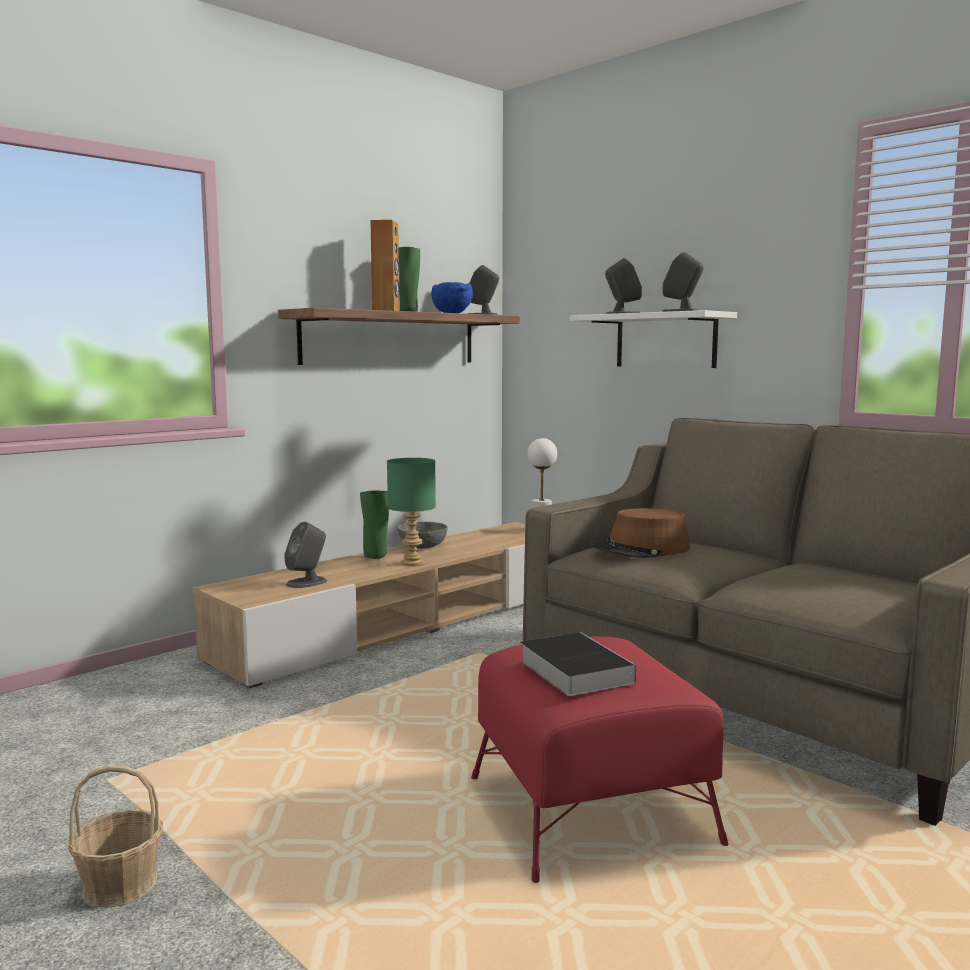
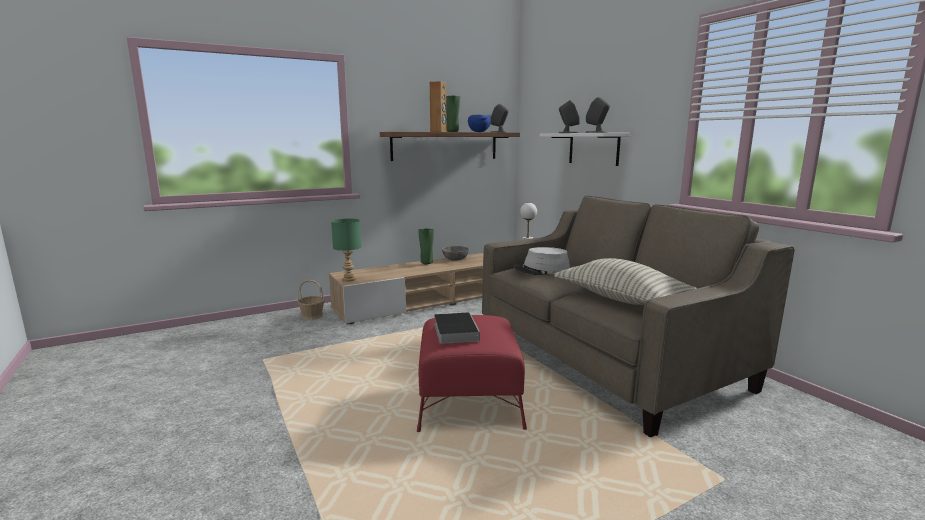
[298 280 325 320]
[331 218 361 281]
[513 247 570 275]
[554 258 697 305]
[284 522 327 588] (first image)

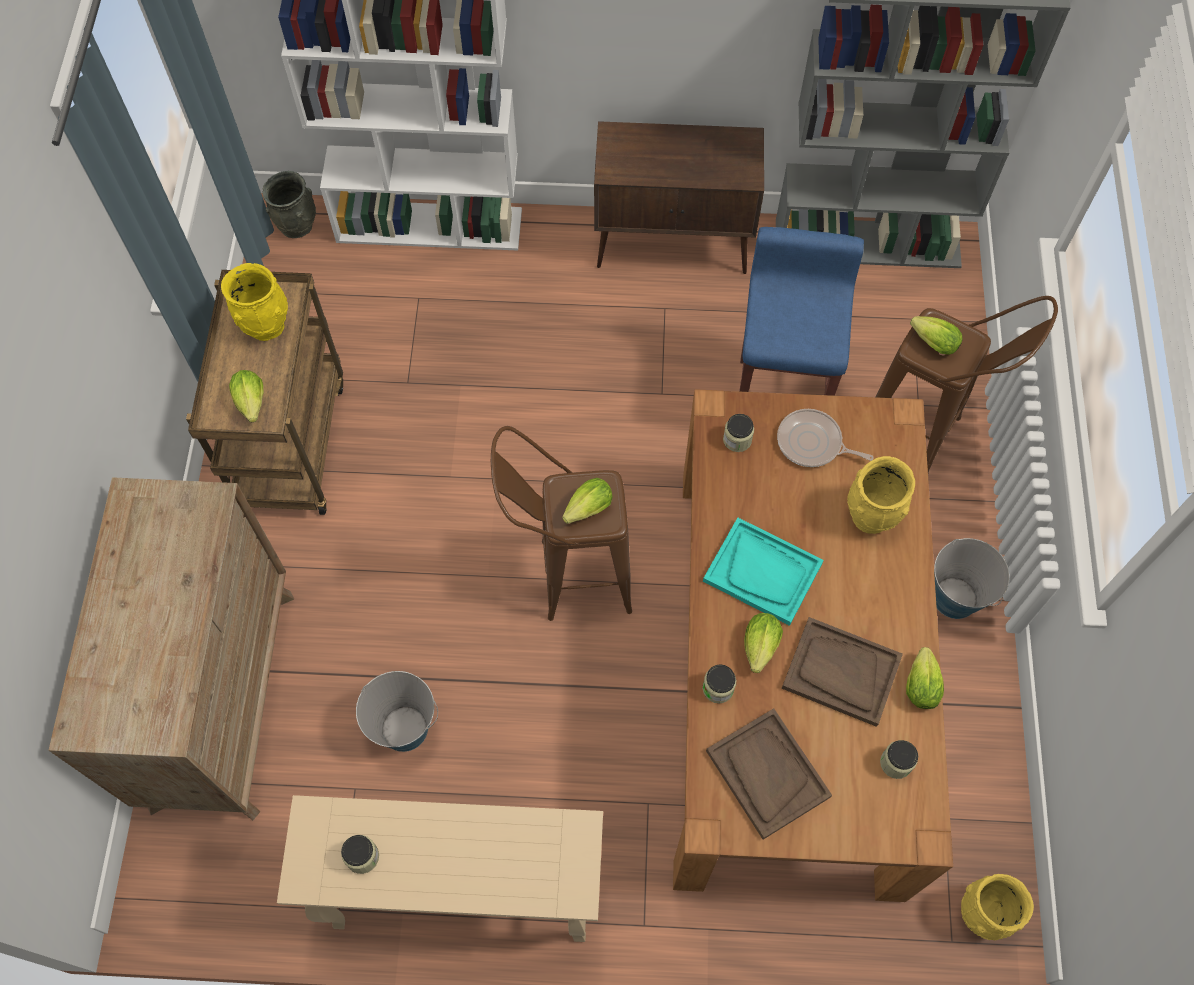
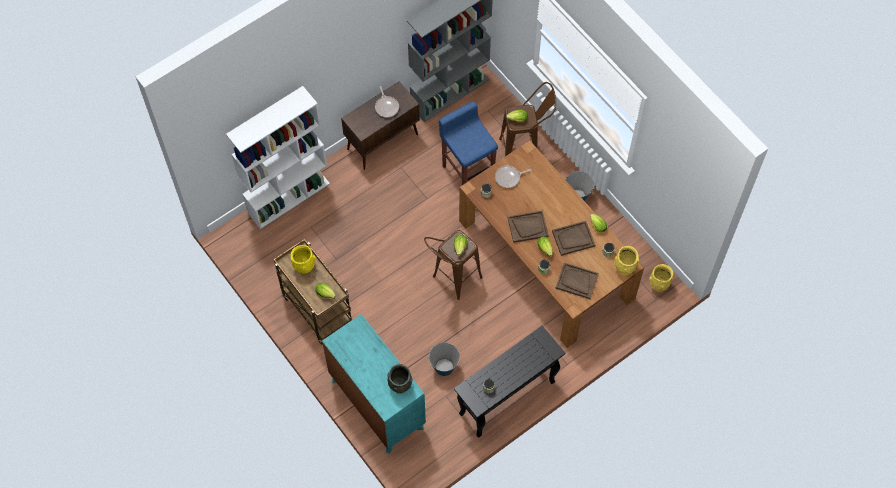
[322 314 426 454]
[375 86 399 118]
[387 364 413 394]
[454 326 565 438]
[508 210 549 243]
[614 246 639 275]

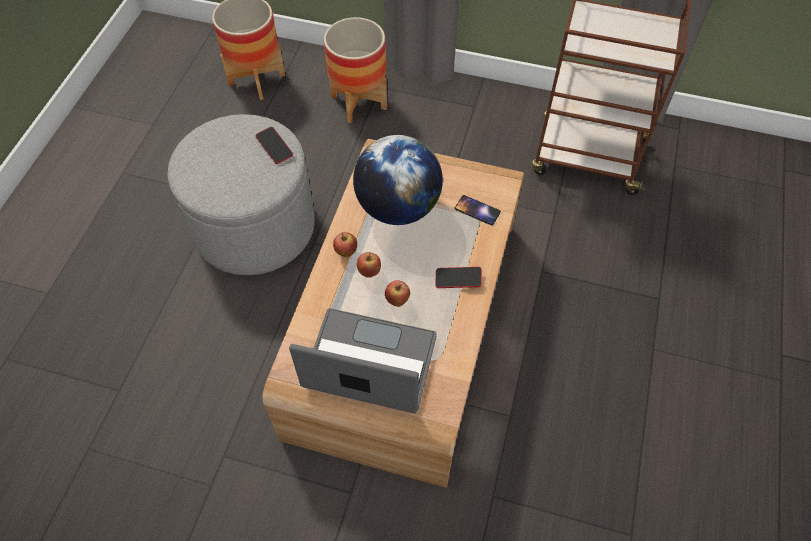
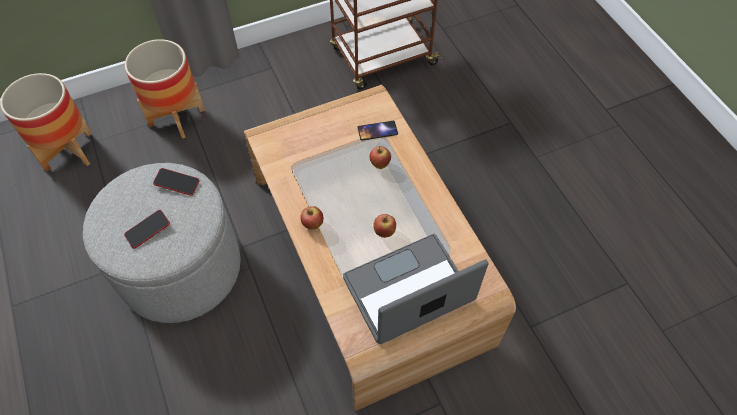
[124 210 170 249]
[370 146 391 169]
[353 135 443 225] (first image)

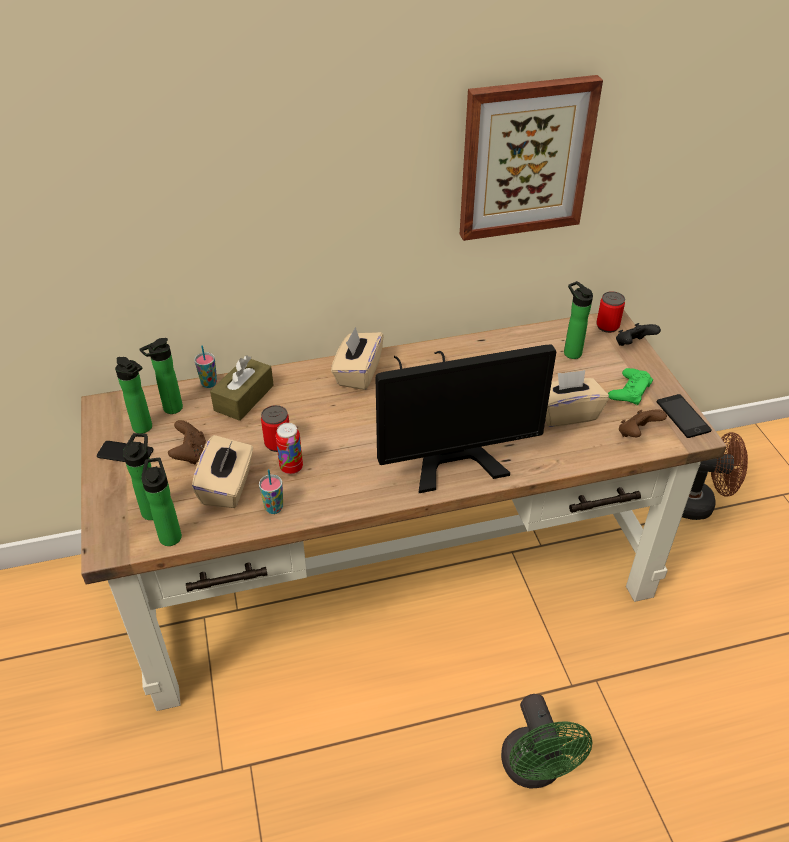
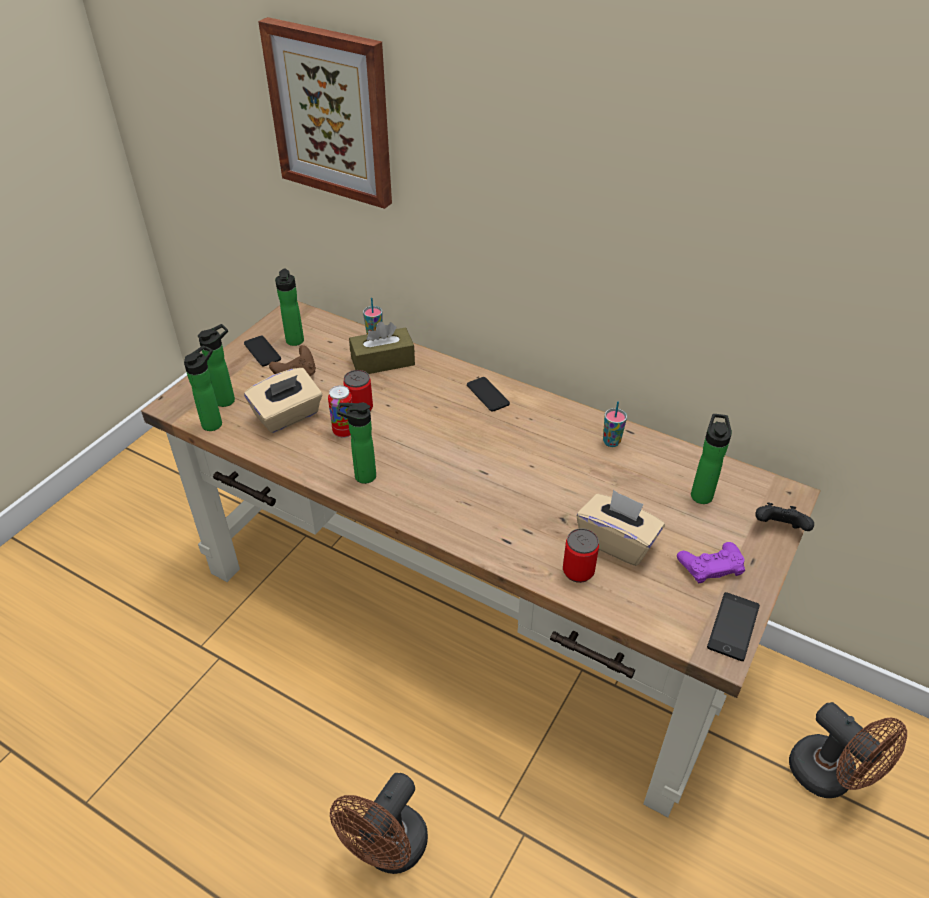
[258 17 392 209]
[330 773 428 874]
[337 403 376 484]
[467 377 510 412]
[563 528 599 583]
[603 401 627 447]
[677 542 745 583]
[376 344 557 493] (first image)
[619 409 667 437] (first image)

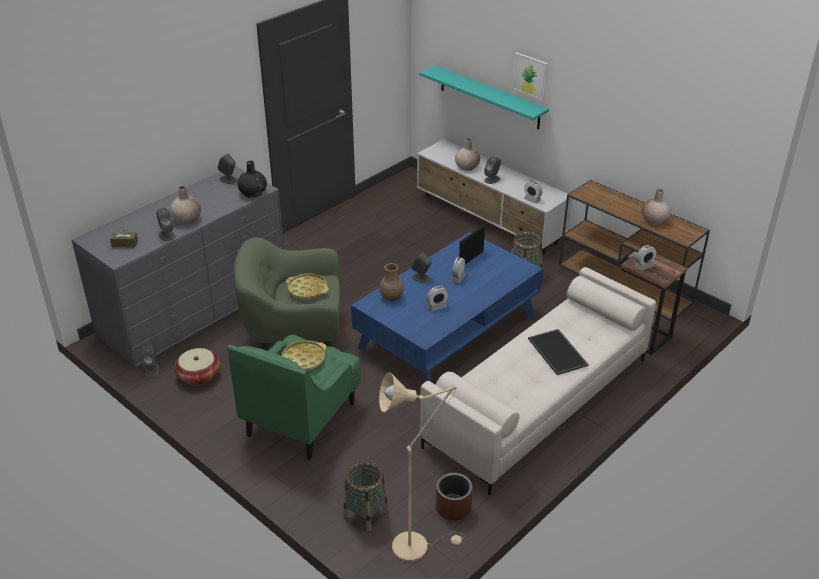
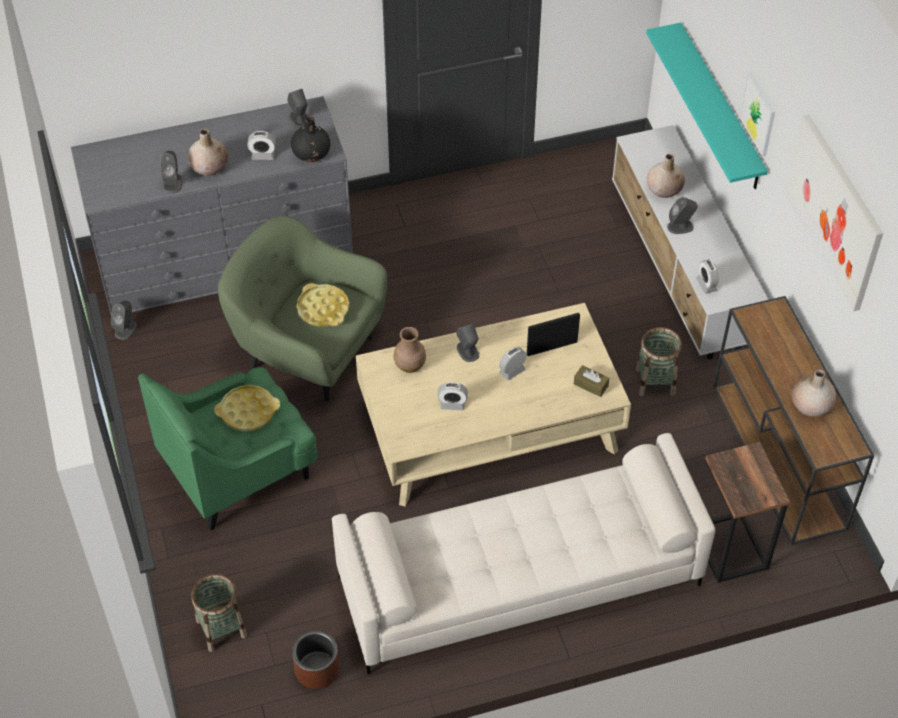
[247 131 276 160]
[356 303 631 506]
[574 365 609 397]
[785 114 883 311]
[174 348 220 386] (first image)
[379 372 464 562] (first image)
[528 329 589 375] (first image)

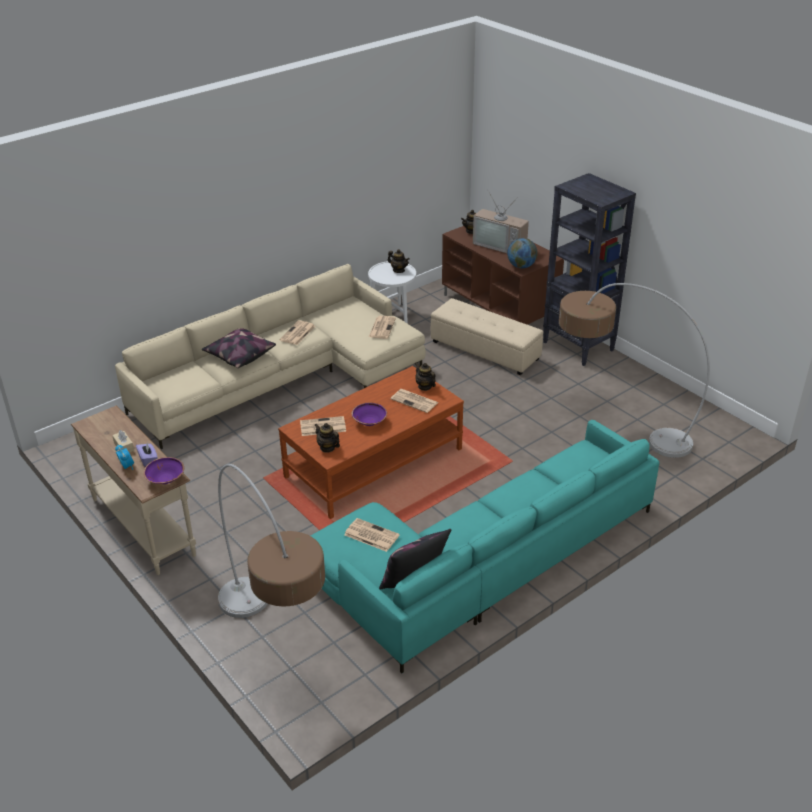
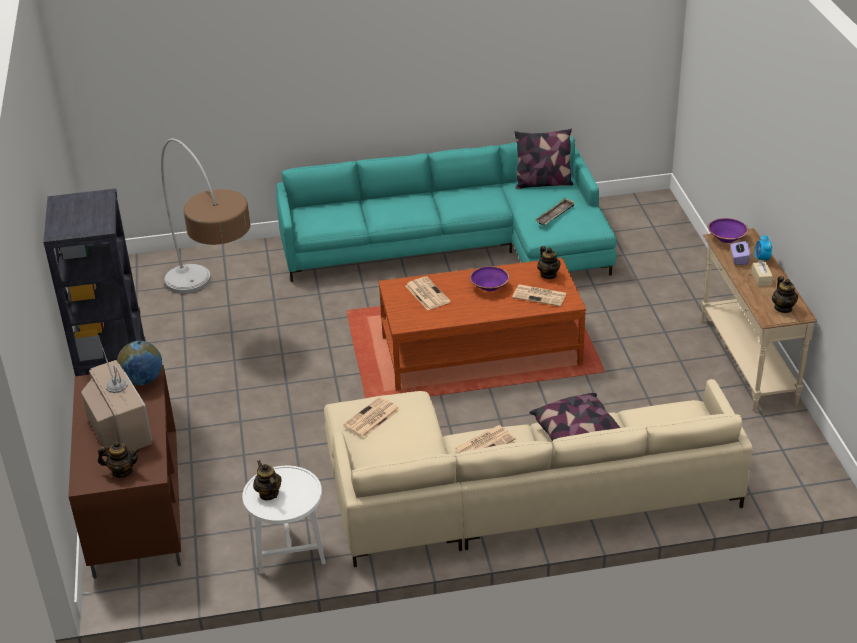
[535 198 575 226]
[772 276 798 313]
[218 464 325 618] (first image)
[431 298 543 375] (first image)

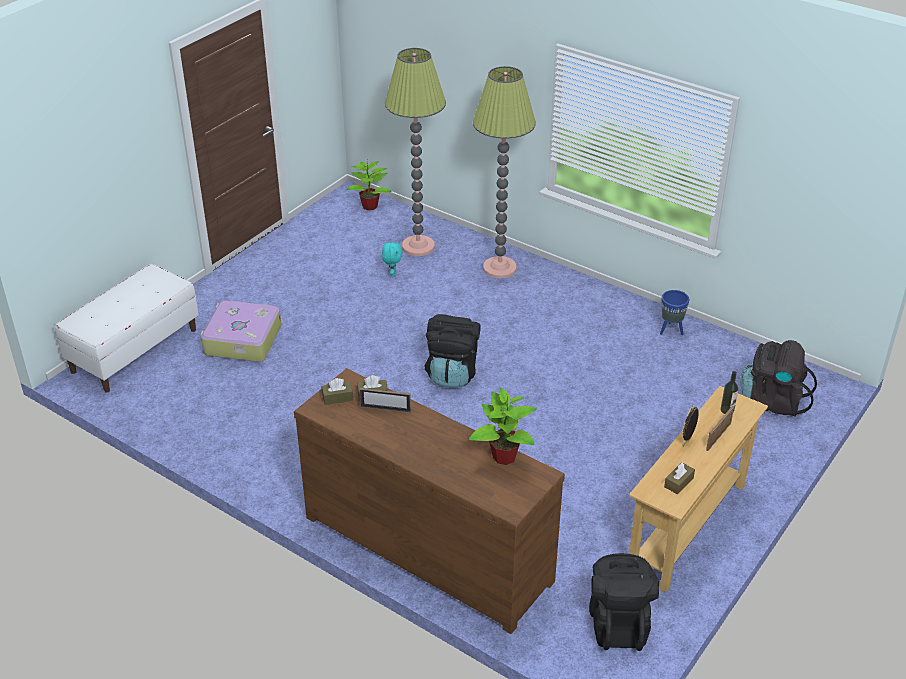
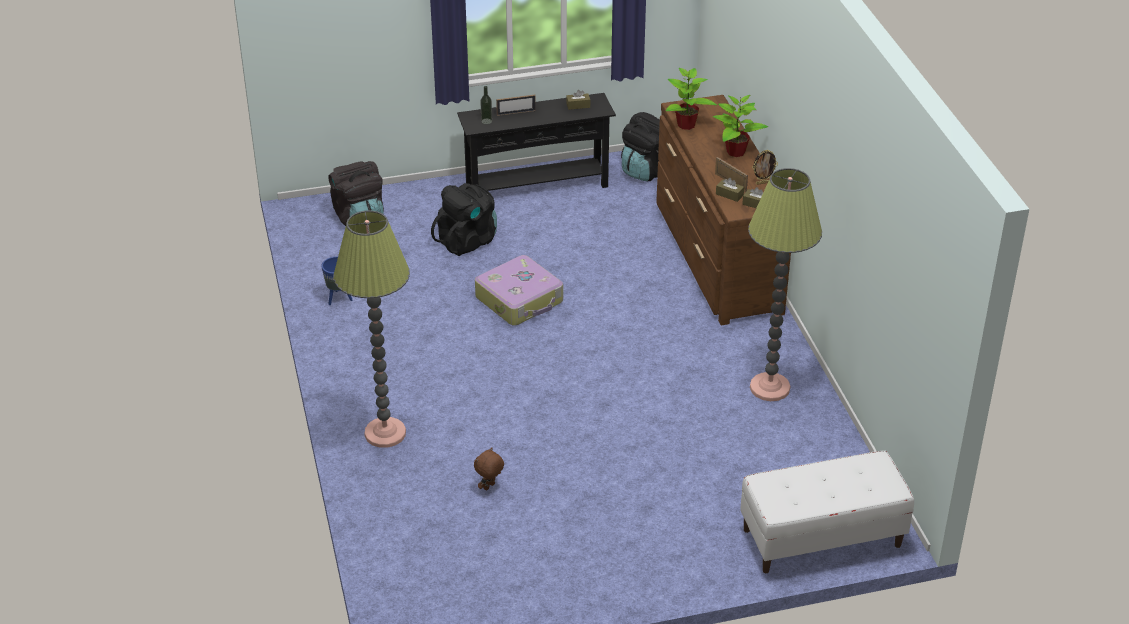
[431 183 497 256]
[457 93 616 191]
[474 447 504 491]
[475 255 563 326]
[713 95 768 157]
[748 168 822 401]
[752 150 778 185]

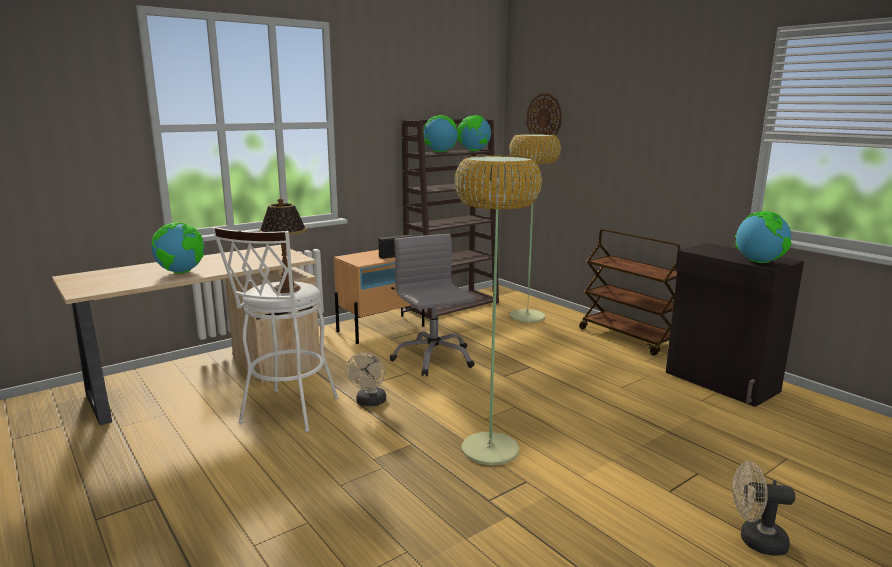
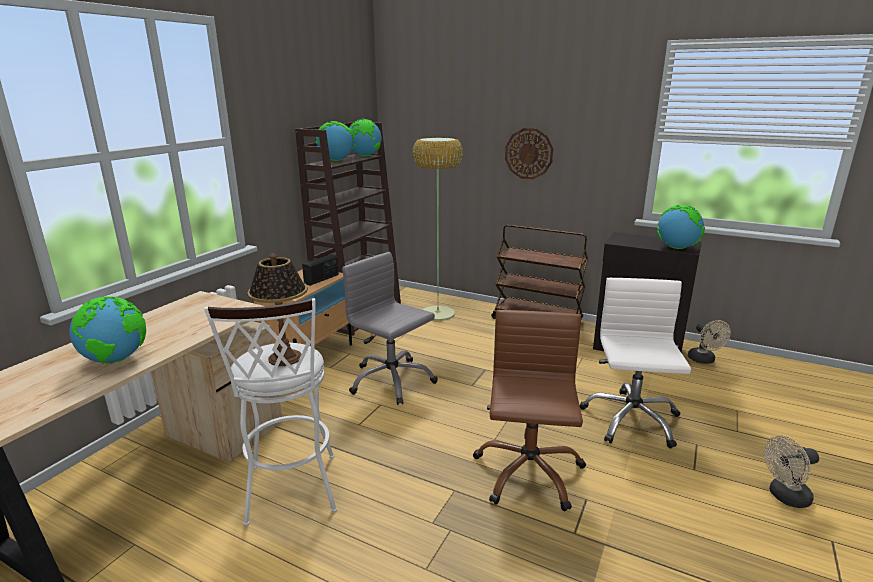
[473 310 586 511]
[505 128 553 179]
[580 278 691 448]
[688 320 731 364]

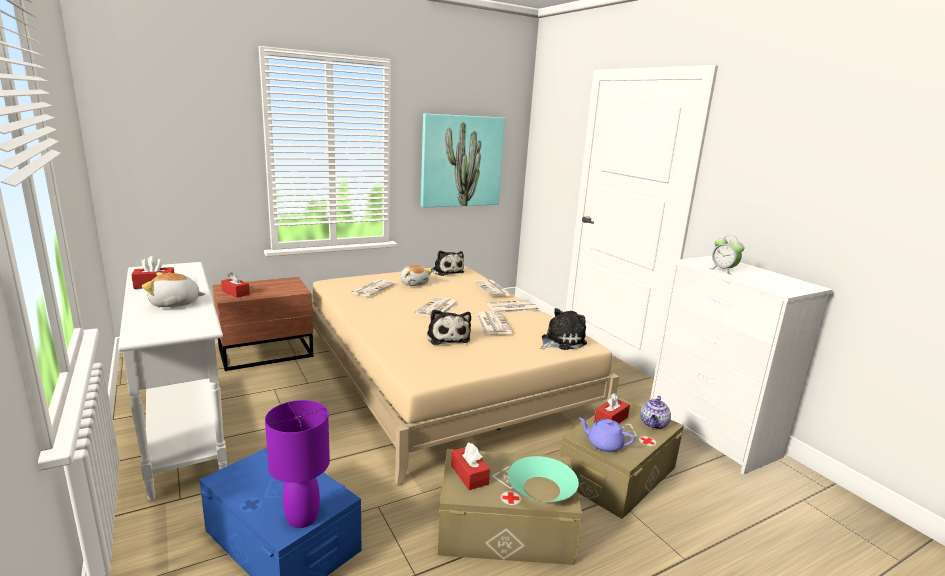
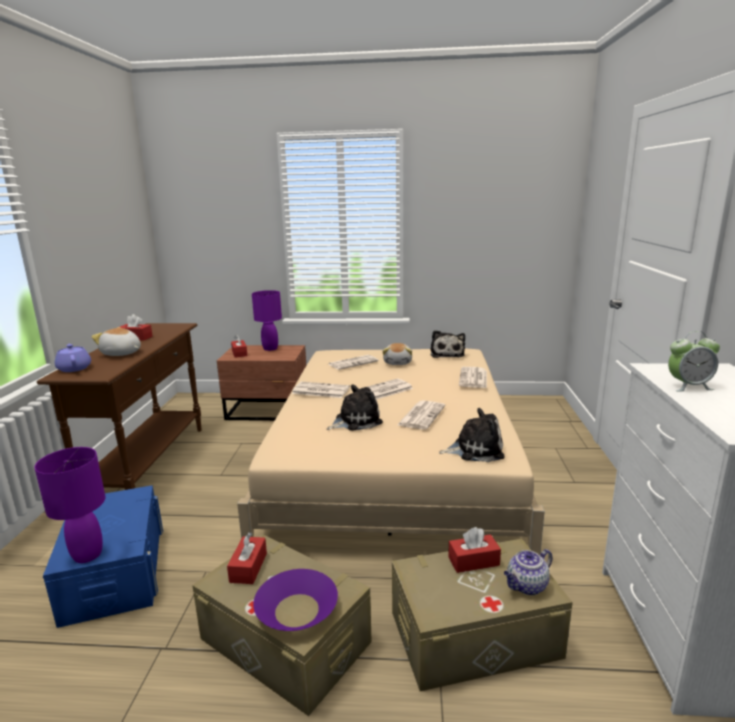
[37 323 202 490]
[55 344 91 372]
[252 290 282 351]
[253 569 338 631]
[292 382 350 398]
[327 384 383 431]
[668 331 720 391]
[421 113 505 208] (first image)

